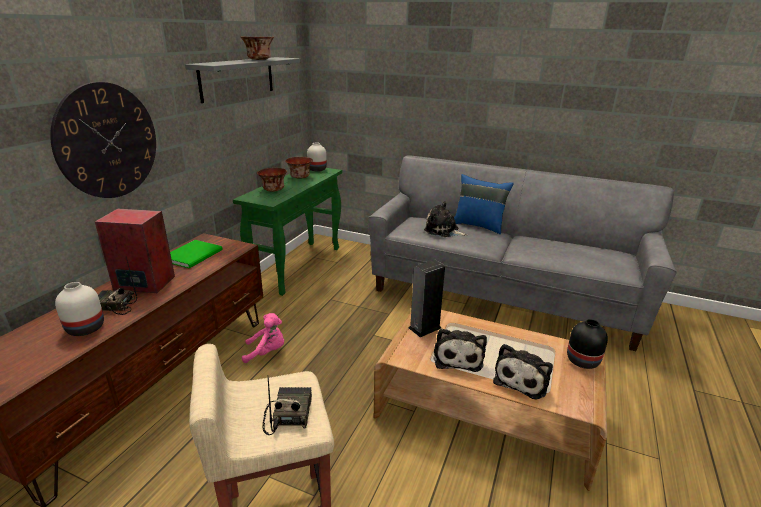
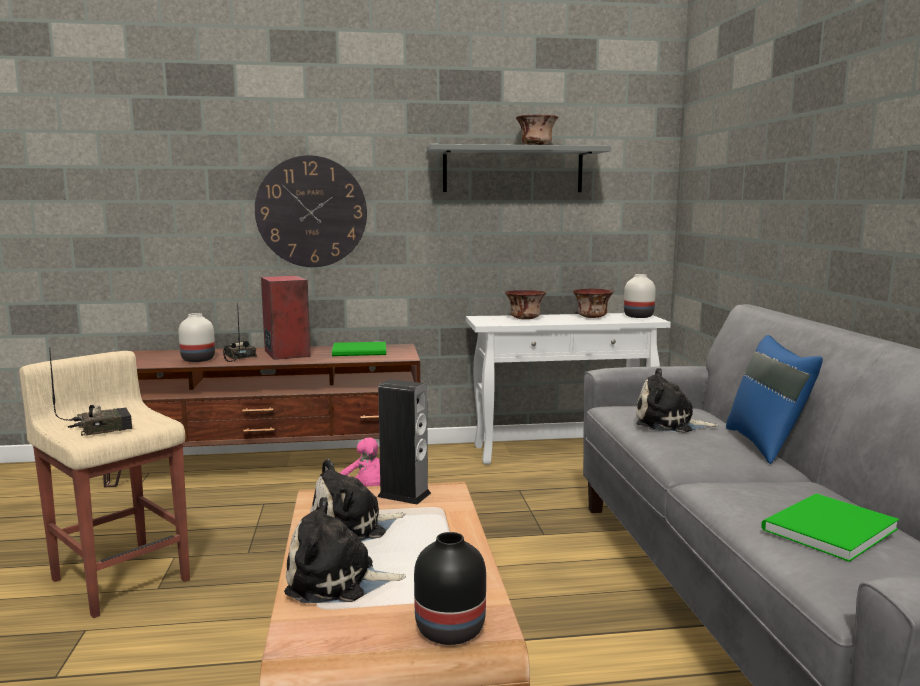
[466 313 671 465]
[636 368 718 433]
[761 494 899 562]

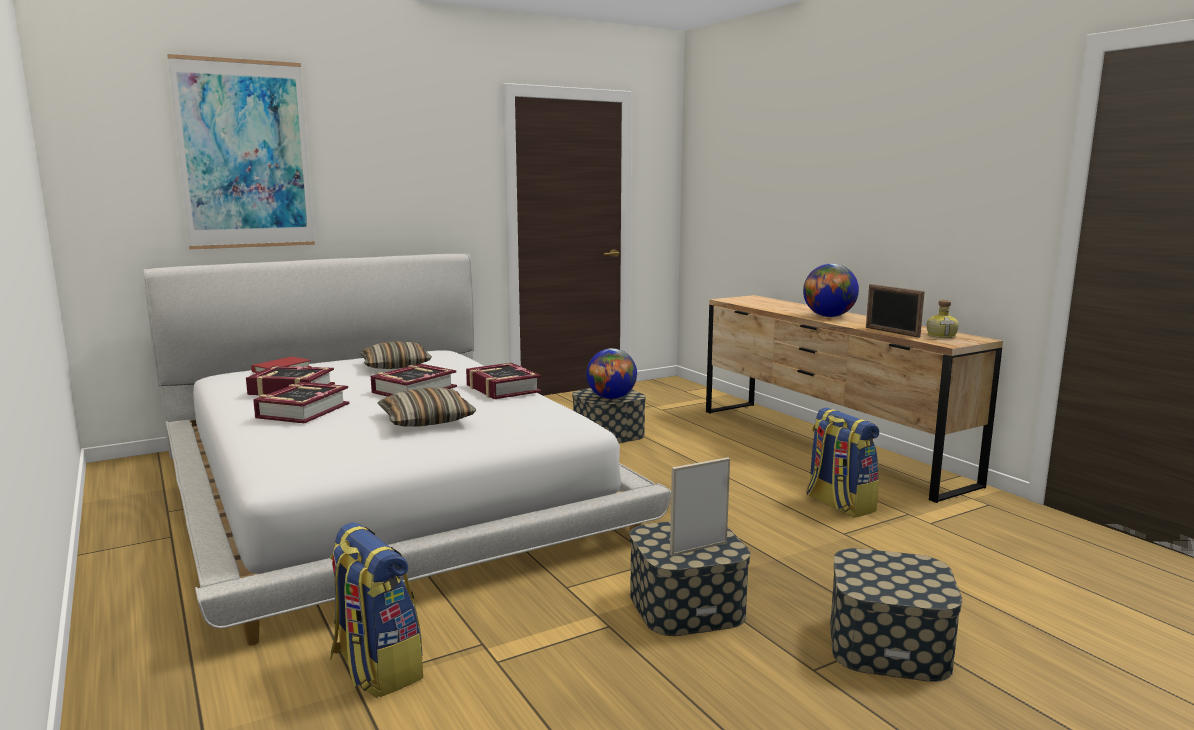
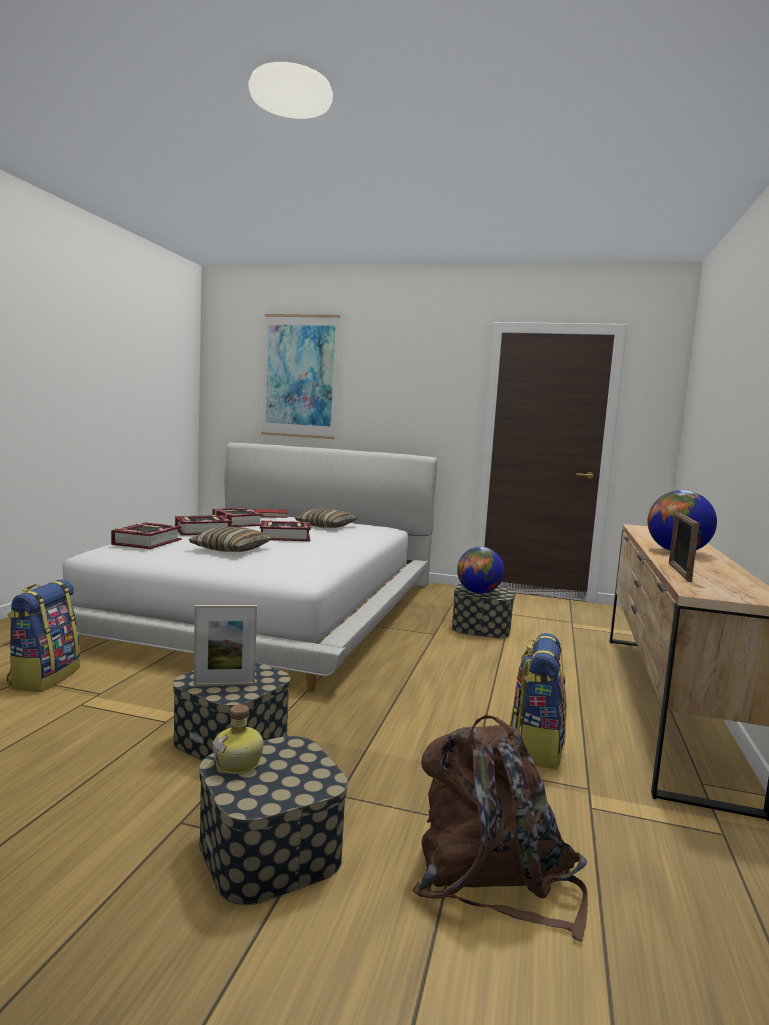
[111 523 182 549]
[193 605 257 687]
[213 704 264 774]
[413 715 588 942]

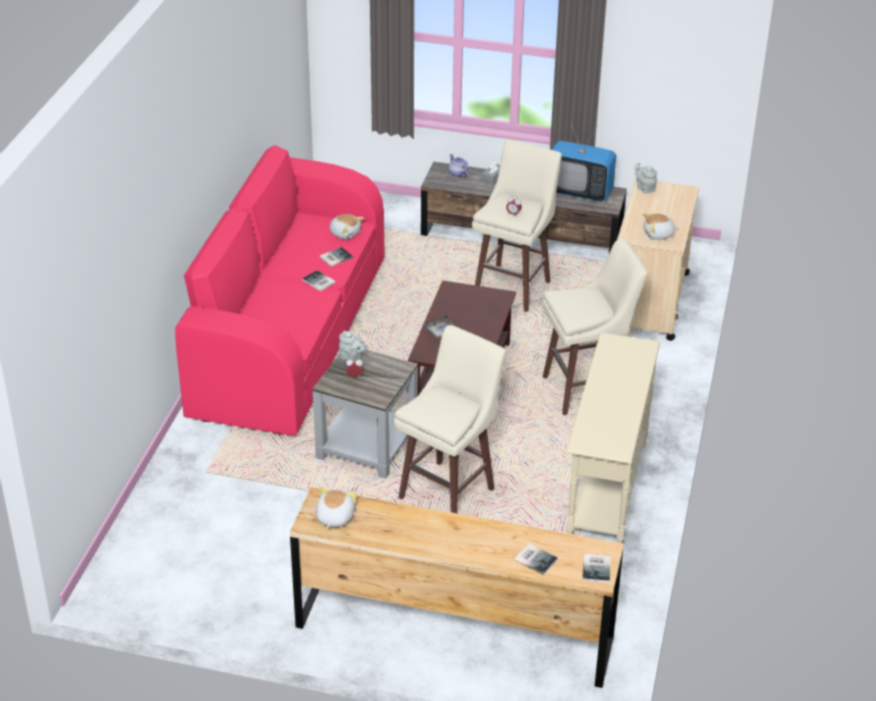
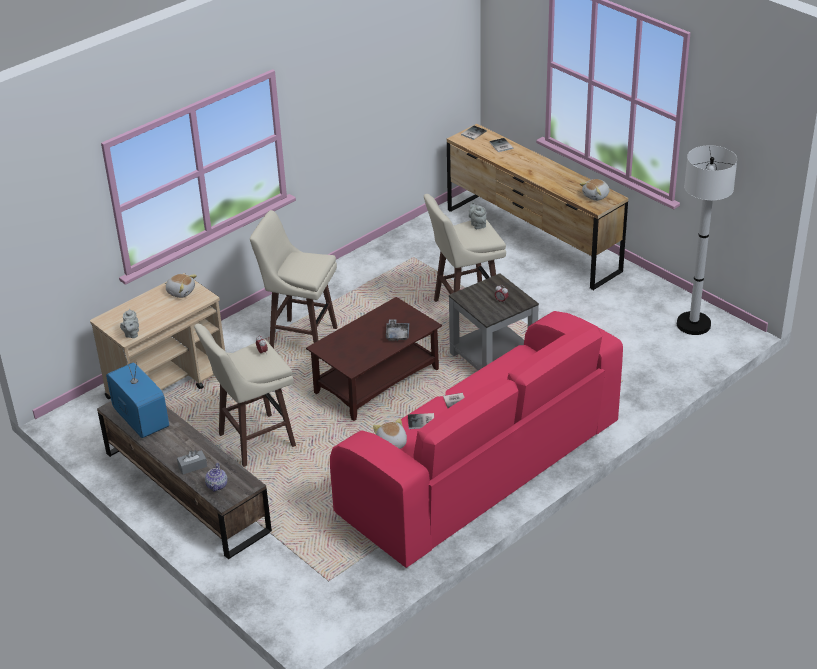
[469 201 486 229]
[677 145 737 335]
[566 333 660 543] (first image)

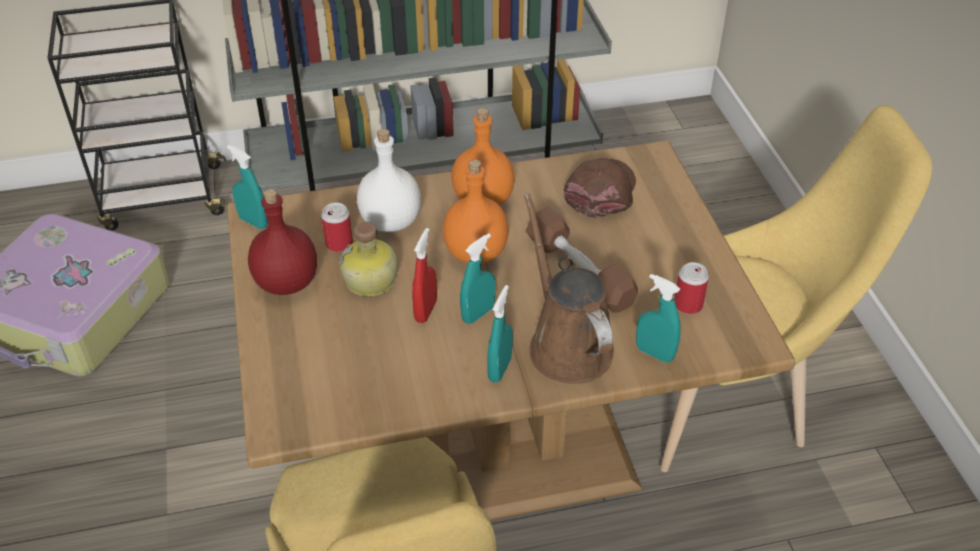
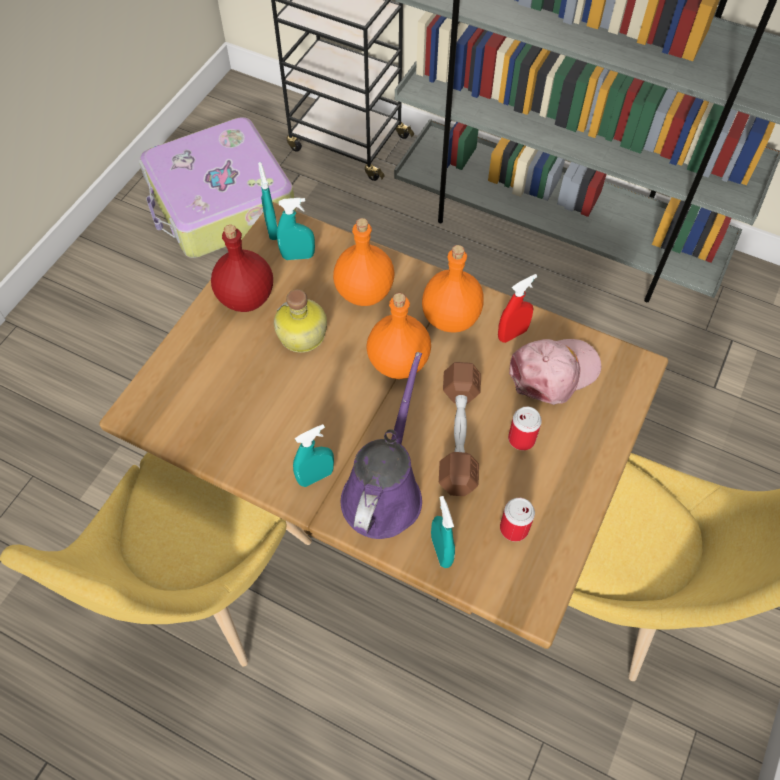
[277 198 315 260]
[333 218 394 306]
[341 352 422 539]
[498 274 537 343]
[508 406 542 450]
[509 339 601 405]

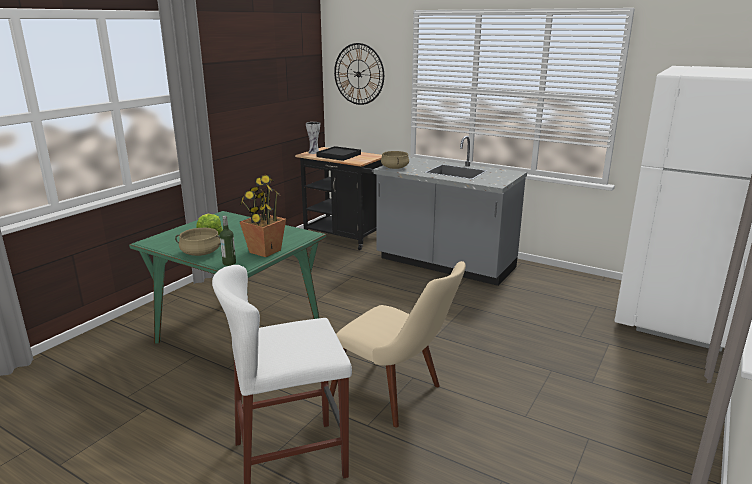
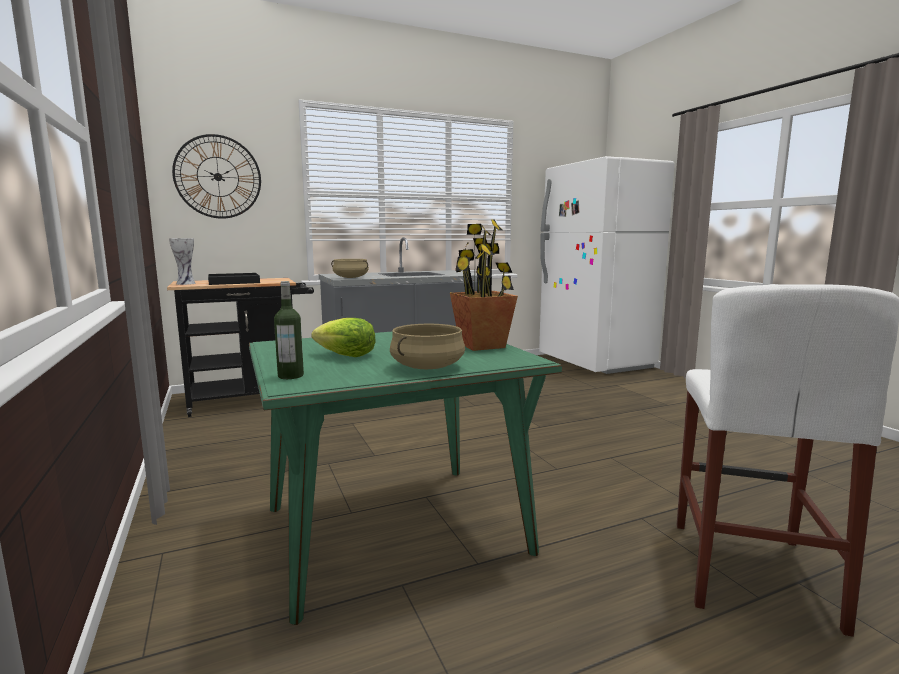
[274 281 304 379]
[330 261 466 428] (first image)

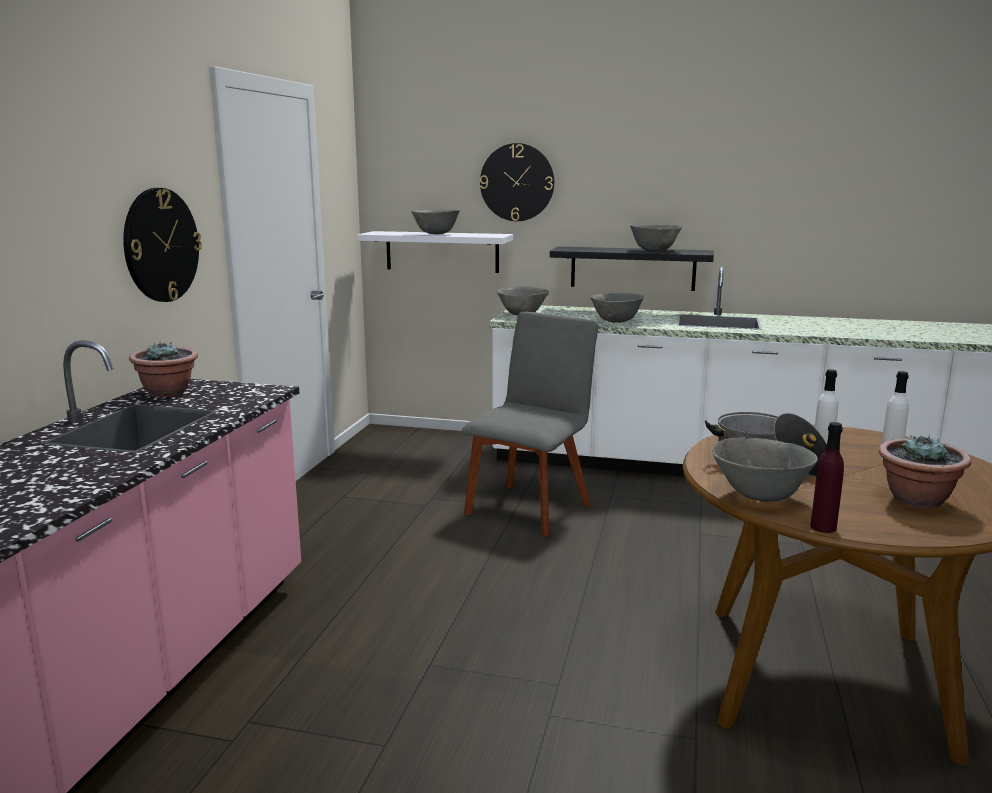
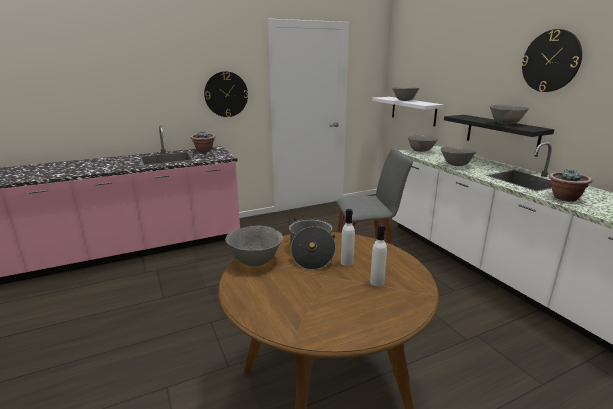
[521 29 582 92]
[549 169 592 202]
[810 422 844 533] (first image)

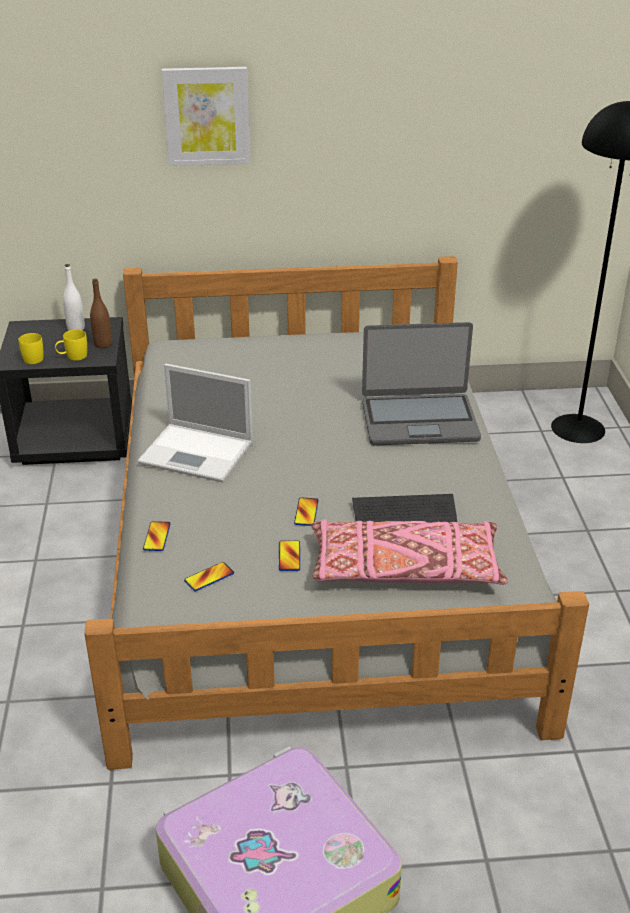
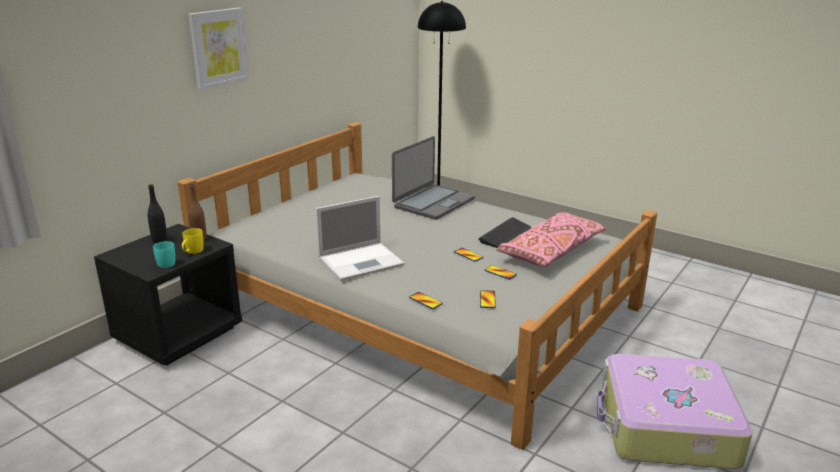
[148 184 167 243]
[153 241 175 268]

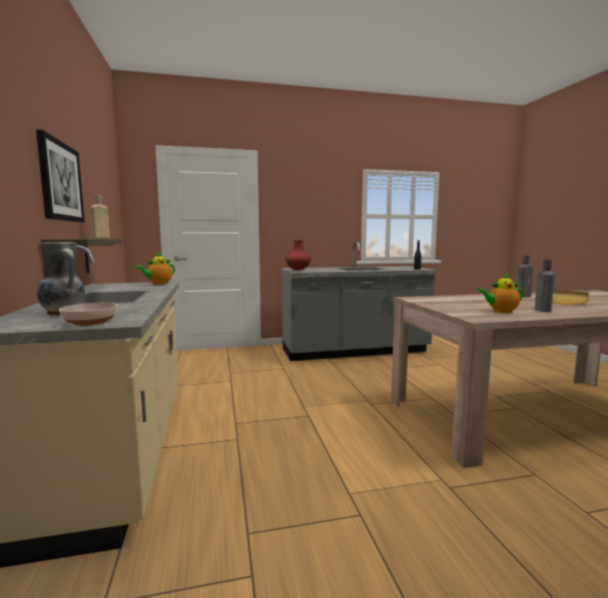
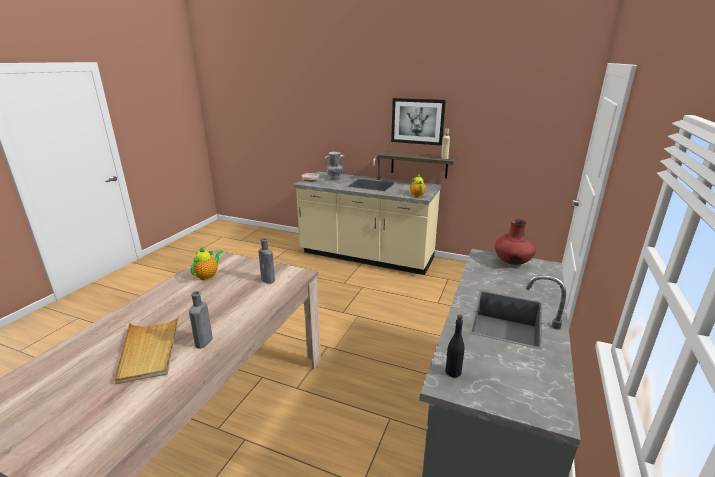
[258 238 275 284]

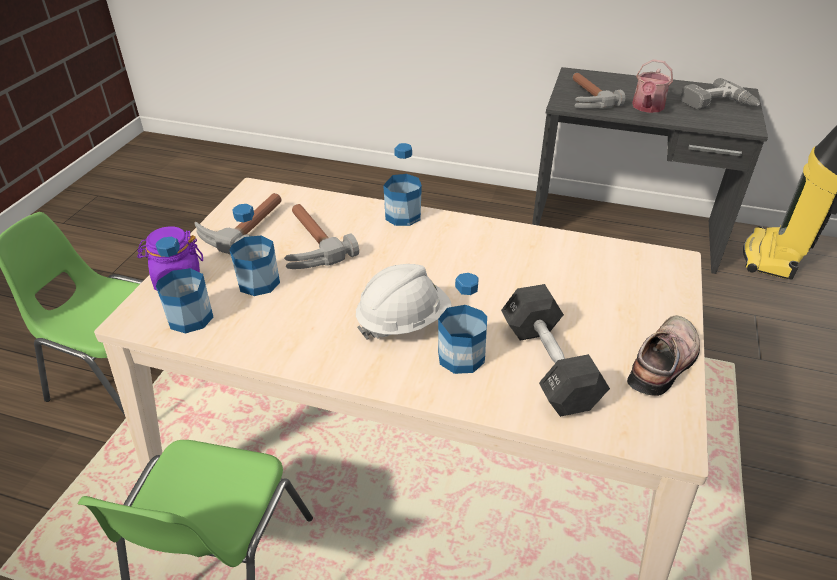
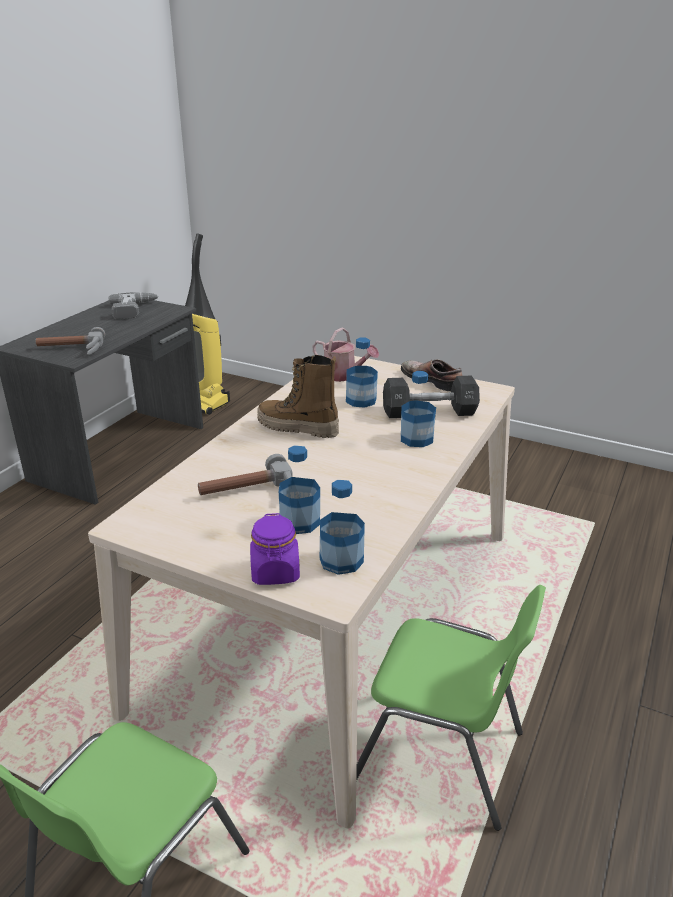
[257 355 339 438]
[312 327 379 382]
[346 338 378 408]
[194 193 281 254] (first image)
[356 264 452 339] (first image)

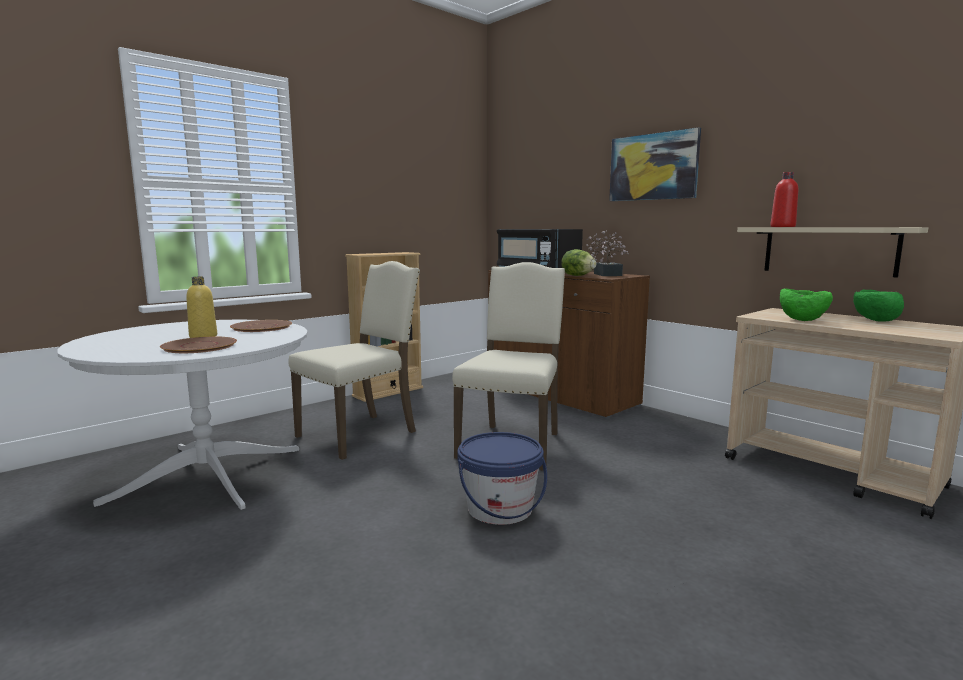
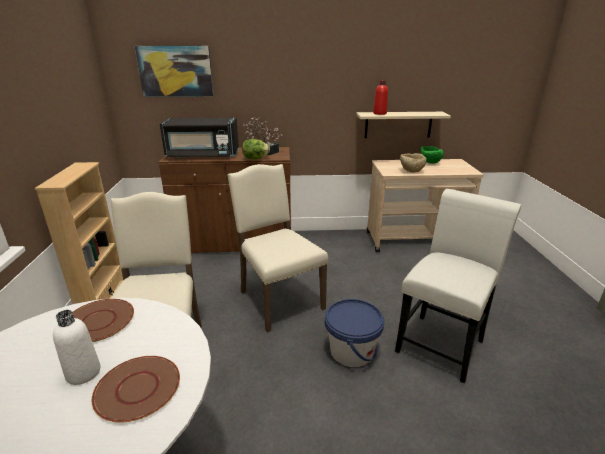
[53 310 100 385]
[135 46 214 97]
[395 189 521 383]
[400 153 426 173]

